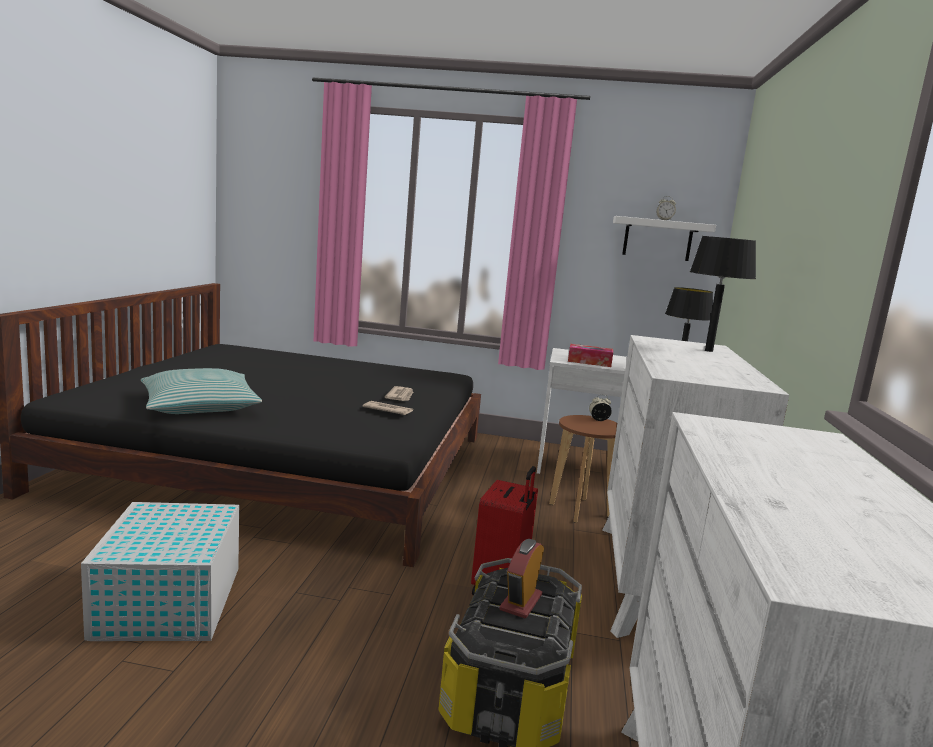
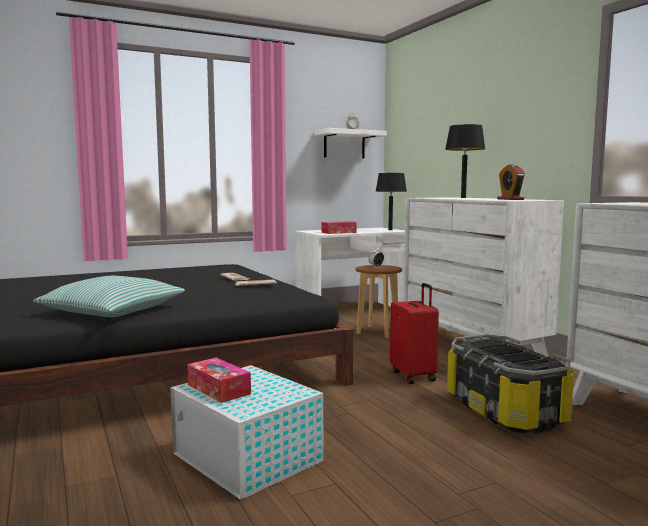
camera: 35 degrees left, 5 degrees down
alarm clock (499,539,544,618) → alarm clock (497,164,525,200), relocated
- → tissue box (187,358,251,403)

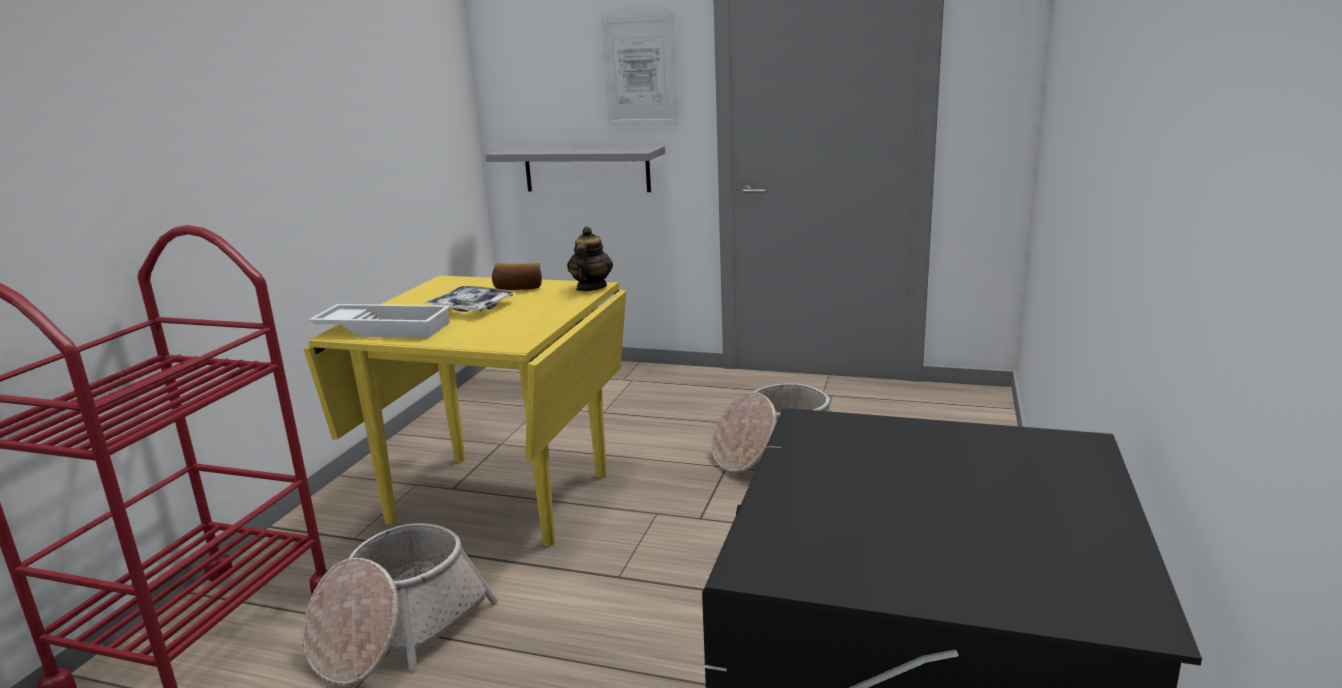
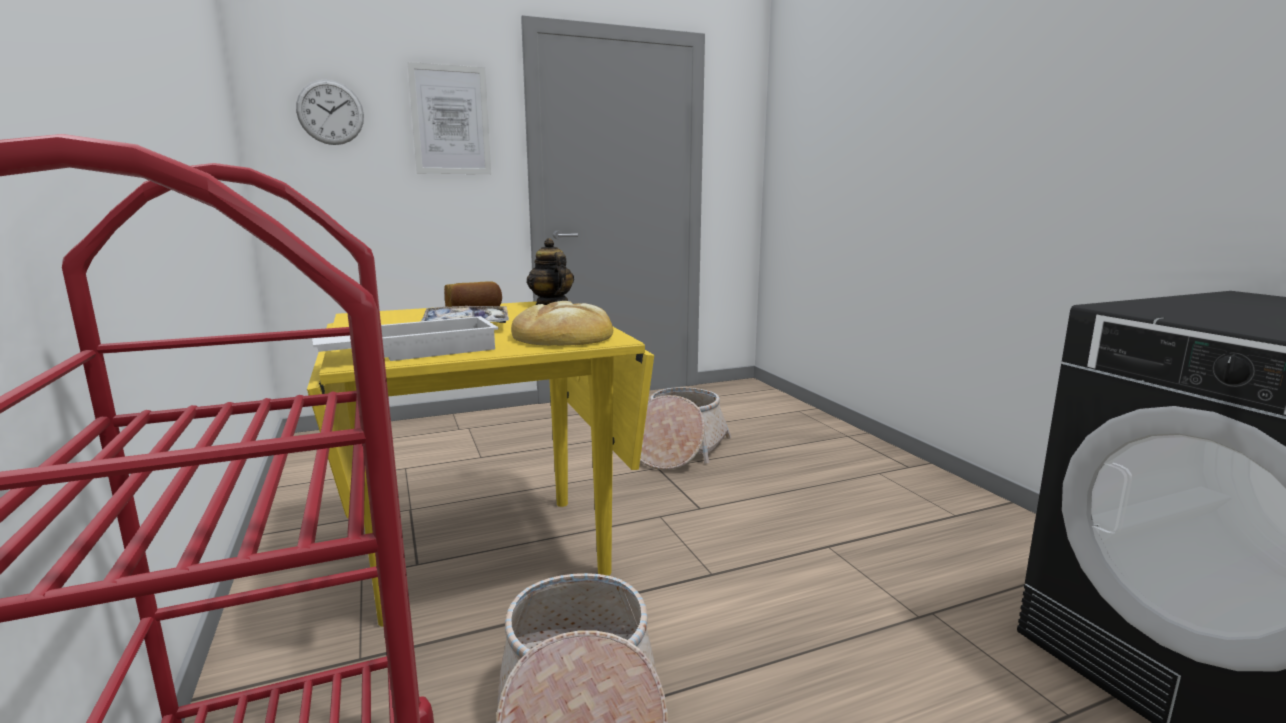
camera: 40 degrees left, 5 degrees down
shelf in grey (486,146,665,192) → -
- → wall clock (296,79,364,145)
- → bread (511,301,613,346)

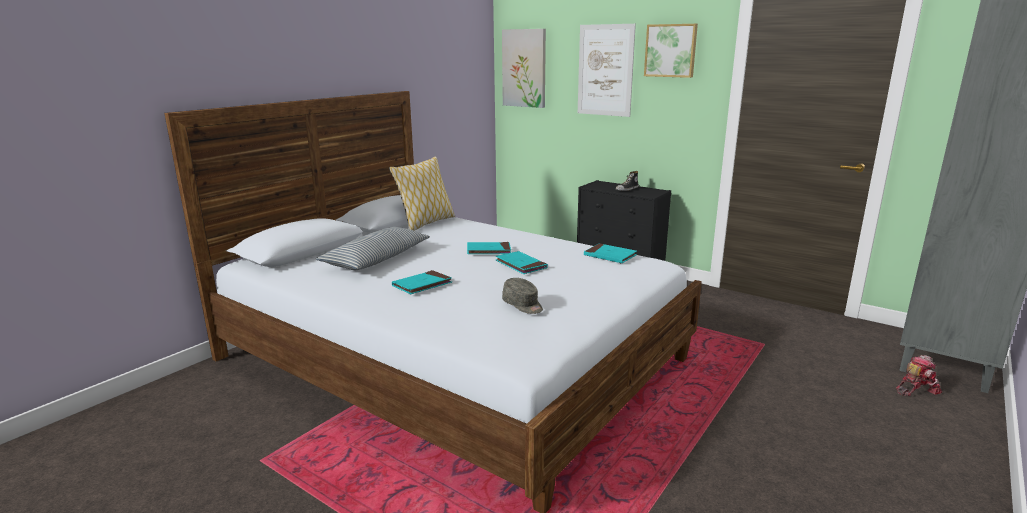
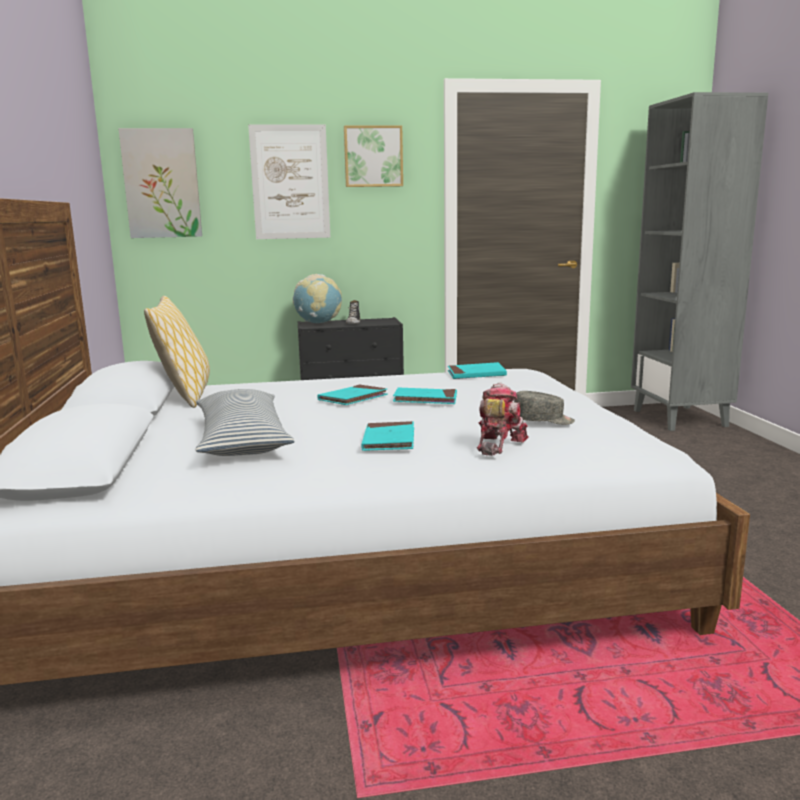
camera: 45 degrees left, 5 degrees down
toy robot (896,355,942,396) → toy robot (477,383,529,456), relocated
- → globe (293,274,342,323)

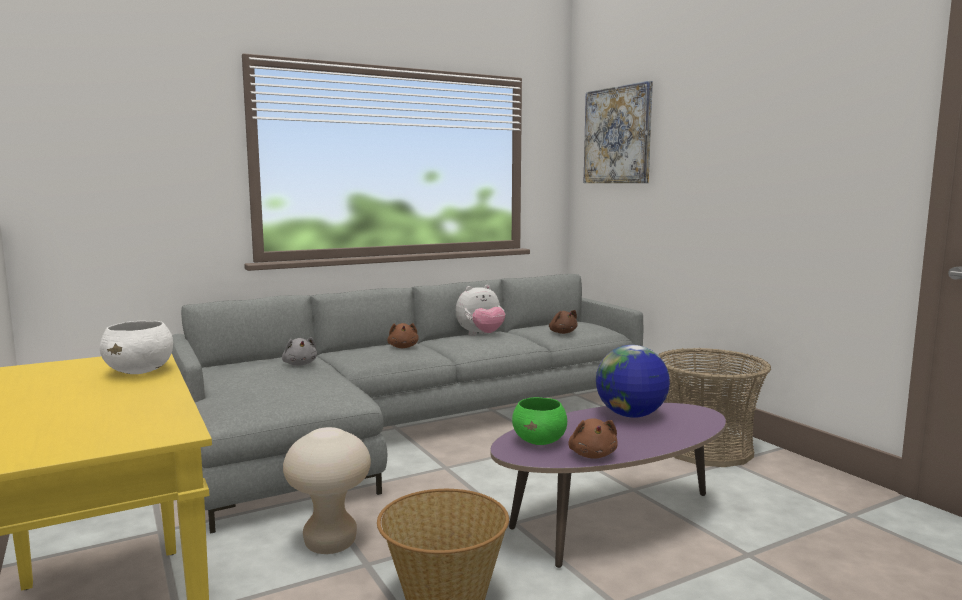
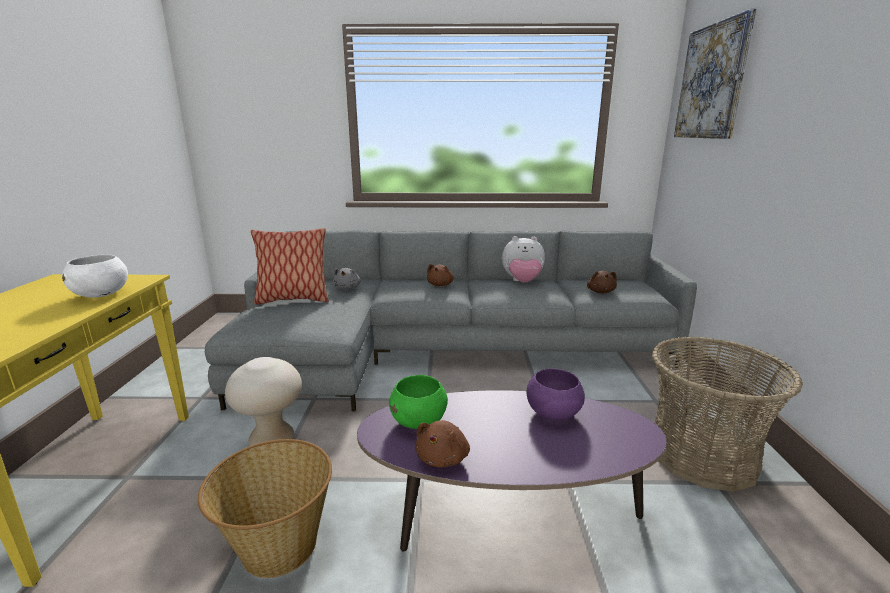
camera: 30 degrees right, 10 degrees up
globe (596,345,670,418) → bowl in purple (527,368,585,420)
- → pillow (251,228,329,304)

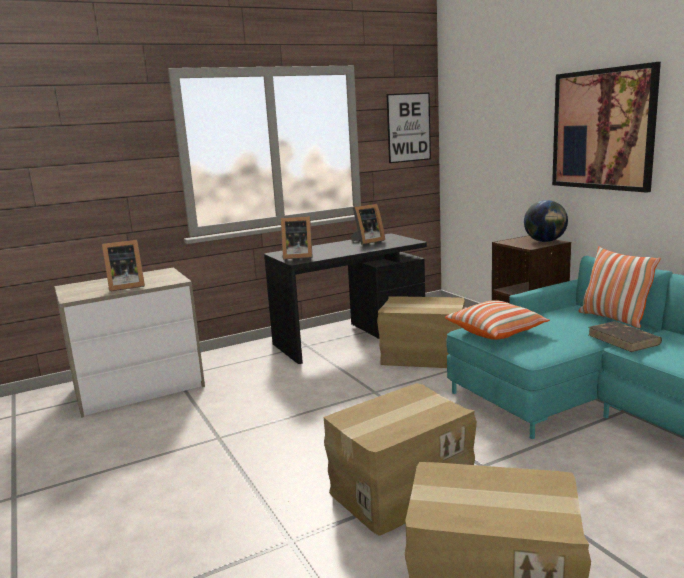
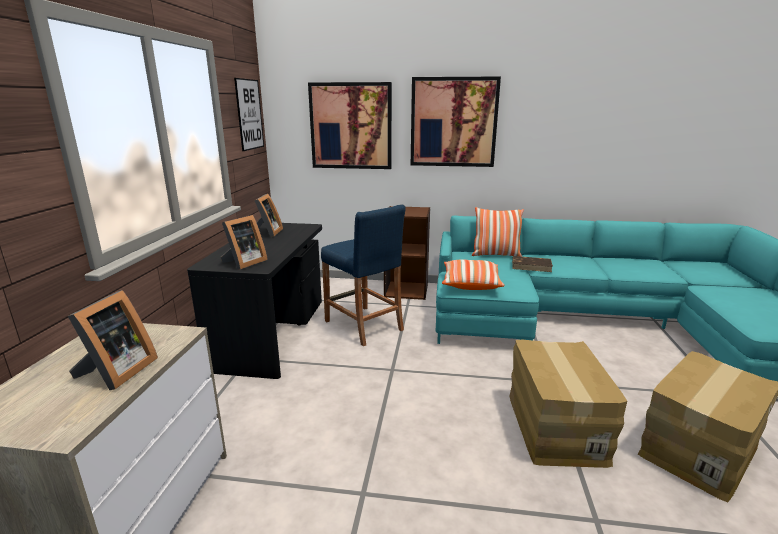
camera: 55 degrees left, 5 degrees up
globe (524,200,568,242) → -
cardboard box (377,296,465,368) → stool in blue (321,205,406,346)
- → picture (308,82,392,169)

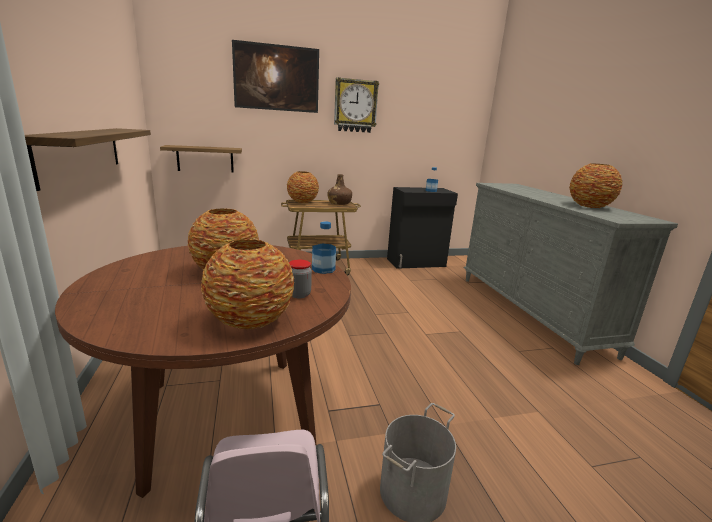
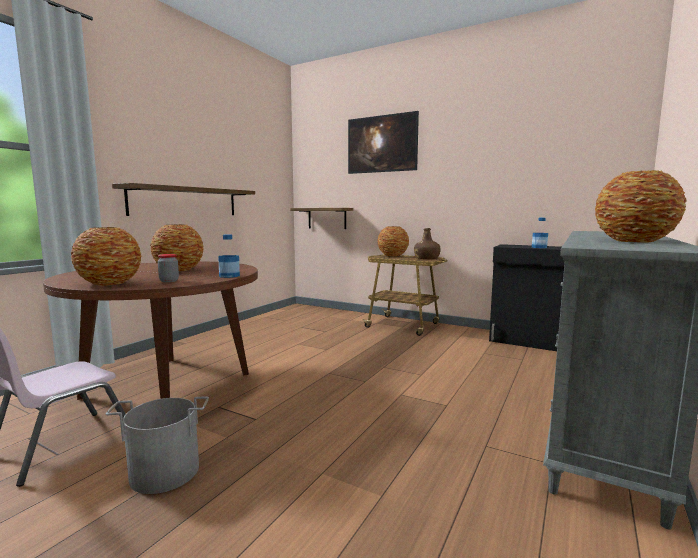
camera: 45 degrees right, 10 degrees down
wall clock (334,77,379,133) → -

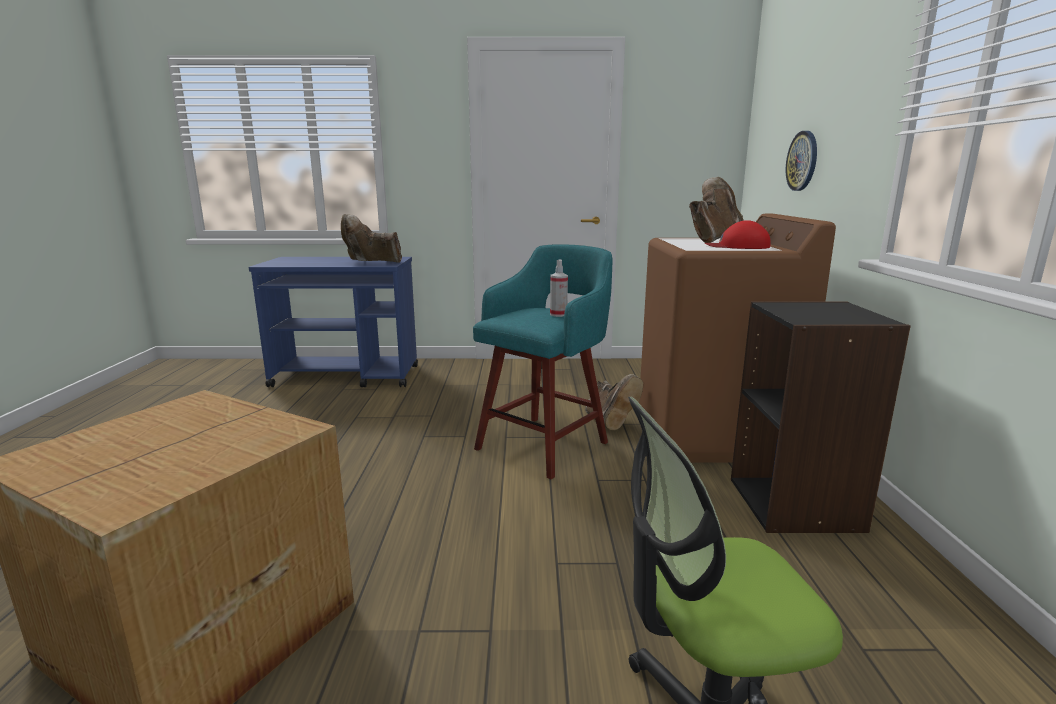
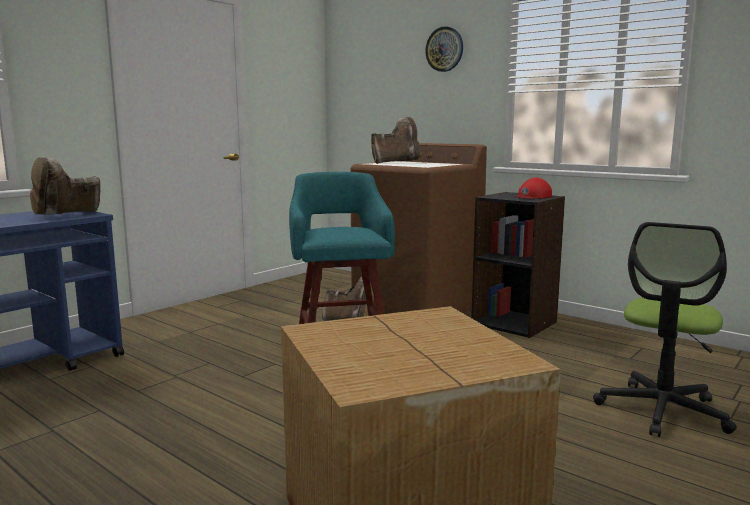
camera: 50 degrees left, 5 degrees down
wall clock (786,131,817,191) → wall clock (425,26,463,72), relocated
boot in brown (689,177,744,243) → boot in brown (371,117,420,164), 75 degrees clockwise
cap in red (705,220,771,249) → cap in red (514,177,552,199), relocated
spray bottle (550,260,568,317) → -

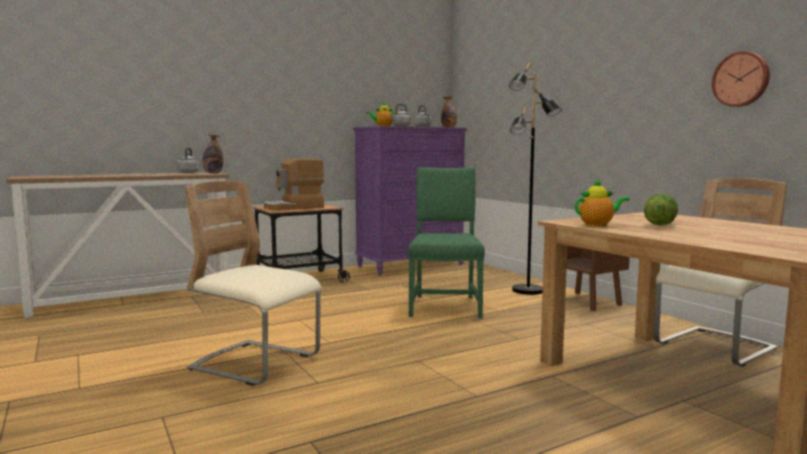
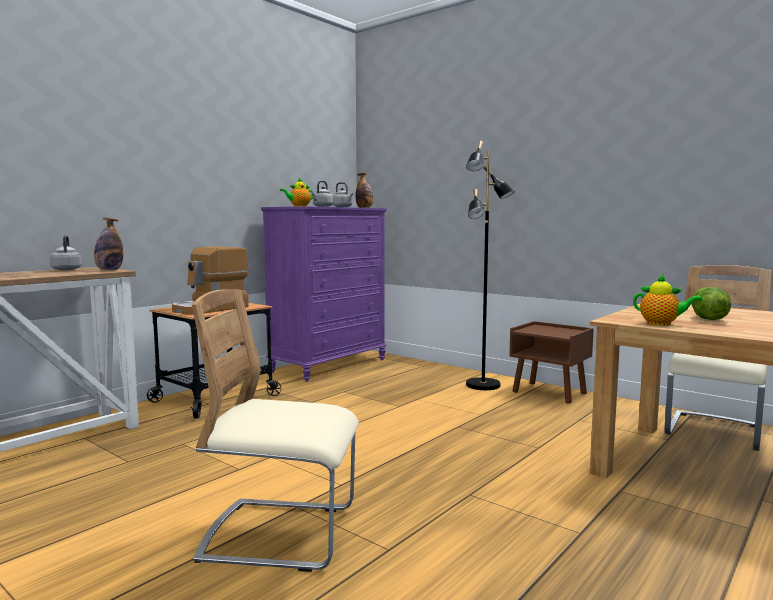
camera: 20 degrees left, 0 degrees up
wall clock (712,51,770,107) → -
chair in green (408,167,485,318) → -
teapot (575,179,629,227) → teapot (633,274,702,326), 60 degrees clockwise

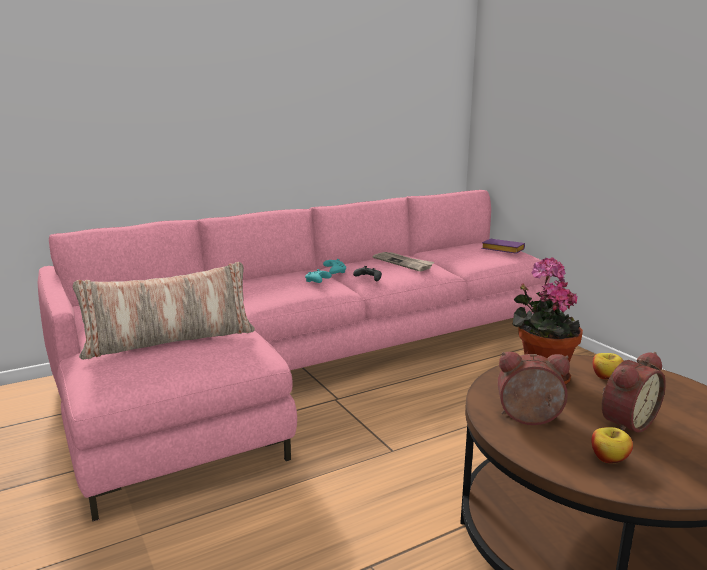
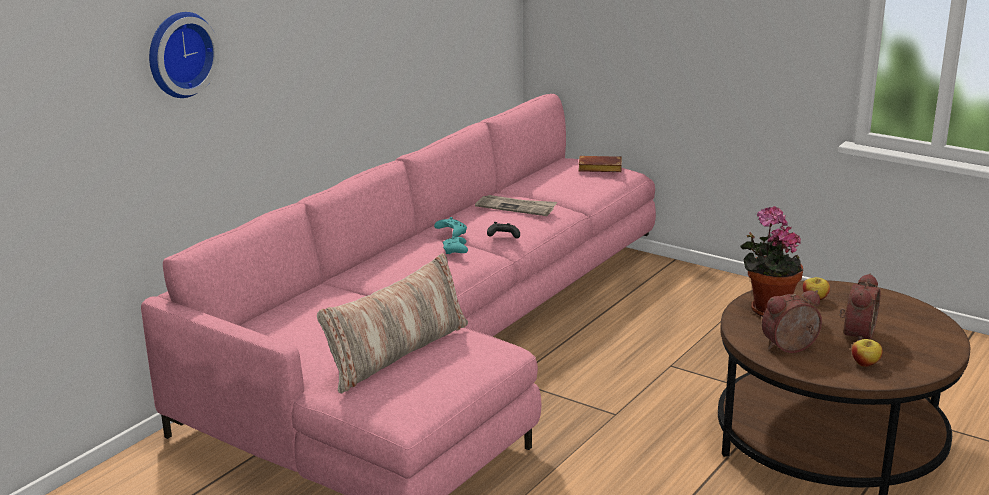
camera: 25 degrees left, 5 degrees up
book in purple (481,239,525,254) → book in brown (578,156,622,172)
- → wall clock (149,12,219,98)

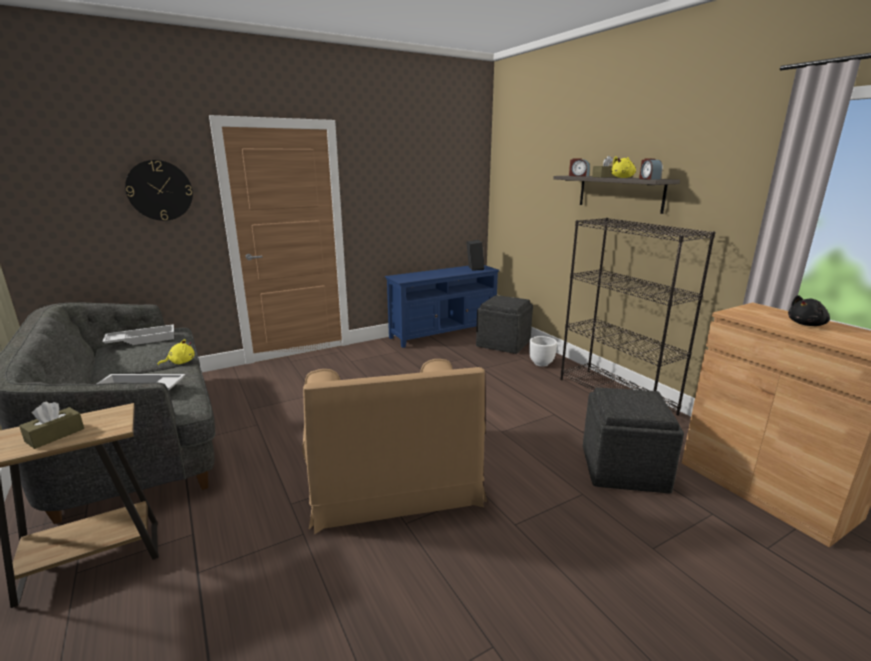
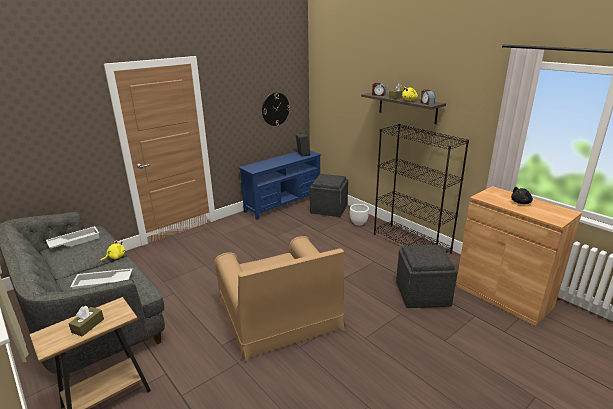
camera: 10 degrees left, 5 degrees up
wall clock (125,160,193,221) → wall clock (262,92,290,126), relocated

